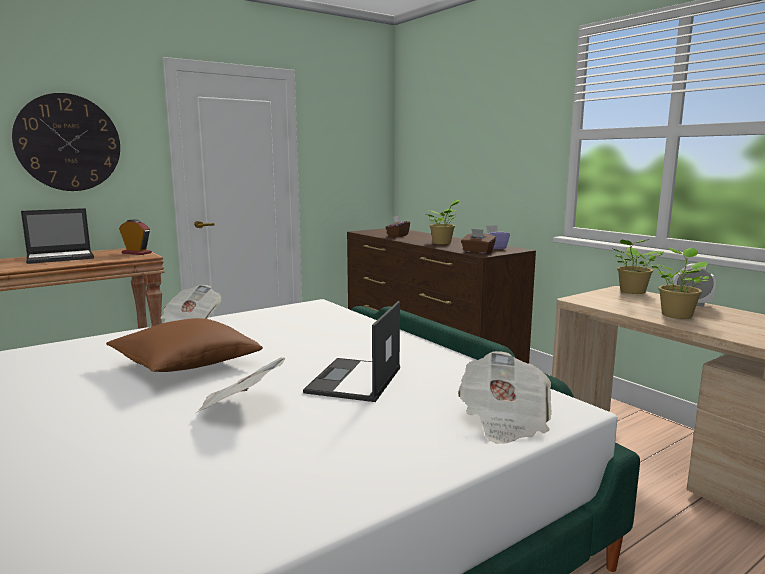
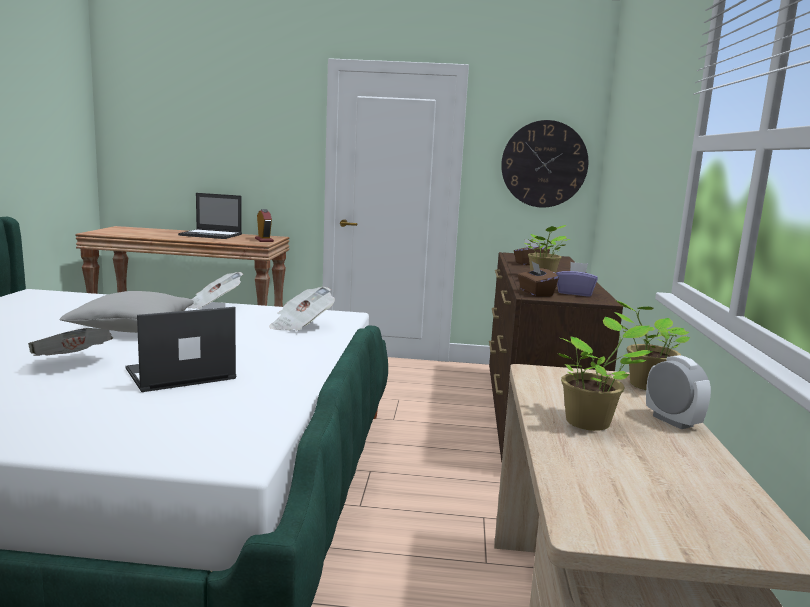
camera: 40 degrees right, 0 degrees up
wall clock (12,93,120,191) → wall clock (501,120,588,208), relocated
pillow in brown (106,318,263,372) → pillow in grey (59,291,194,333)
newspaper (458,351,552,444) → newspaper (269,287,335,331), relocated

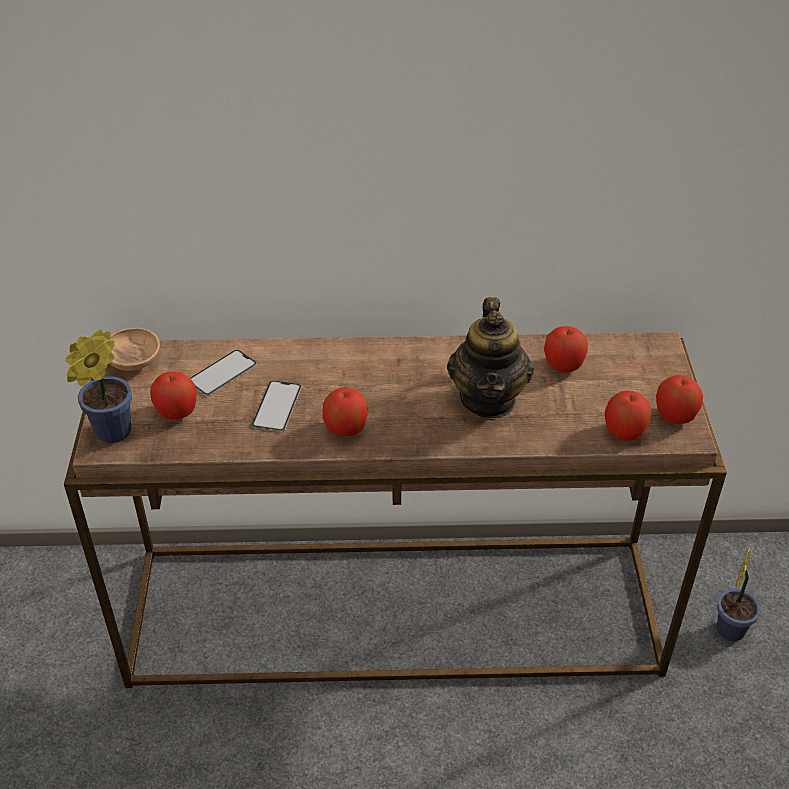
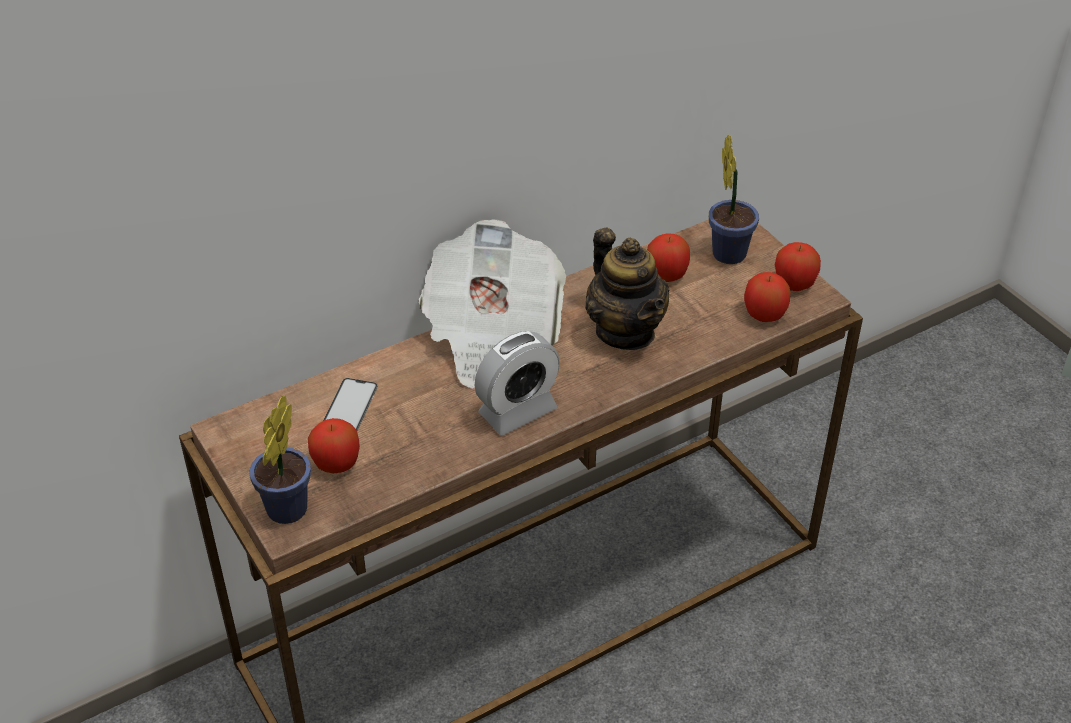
camera: 30 degrees left, 0 degrees up
bowl in brown (109,328,160,371) → -
phone (252,381,301,432) → -
apple (323,388,368,436) → alarm clock (474,331,560,435)
potted plant (717,548,761,641) → potted plant (709,135,759,264), relocated
- → newspaper (419,219,566,389)

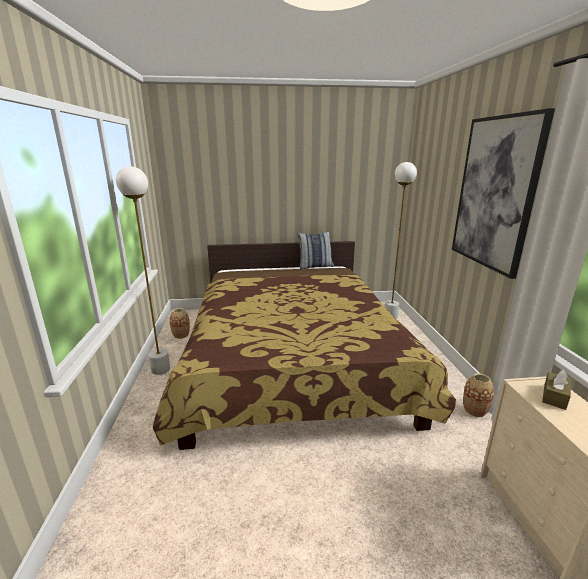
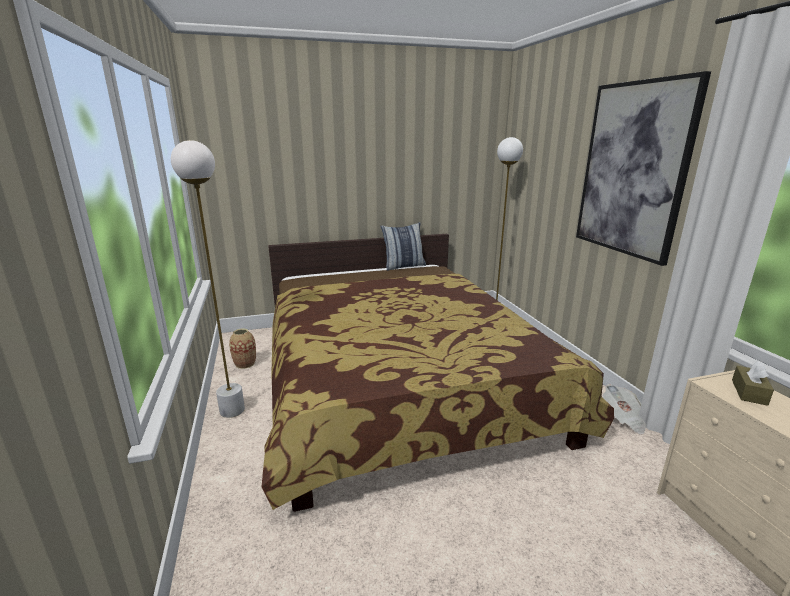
camera: 10 degrees left, 0 degrees up
vase (463,373,494,417) → newspaper (602,384,646,435)

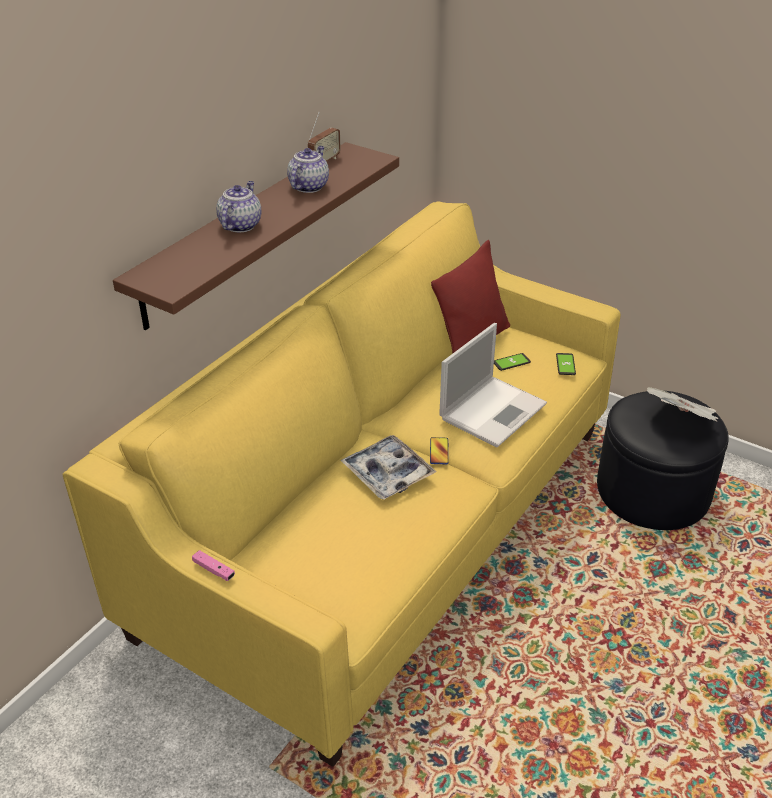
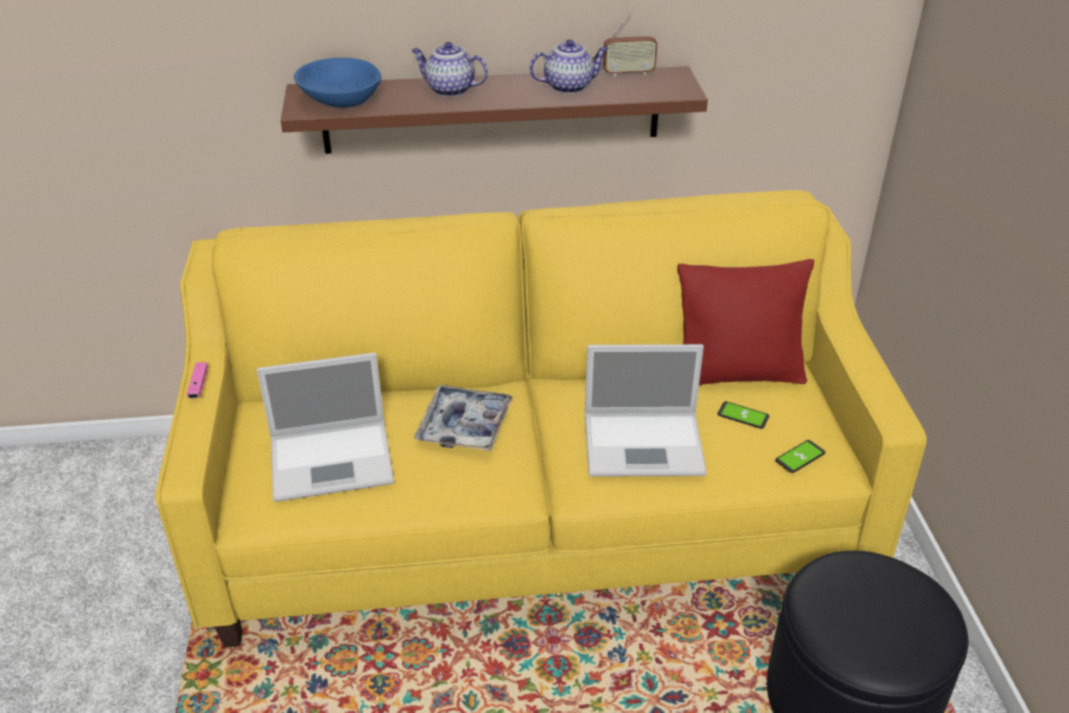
camera: 50 degrees right, 0 degrees up
teapot (216,181,261,232) → teapot (411,42,488,97), 135 degrees counterclockwise
newspaper (647,387,719,422) → -
phone (430,437,448,465) → -
- → bowl in blue (294,58,381,108)
- → laptop (257,352,394,502)

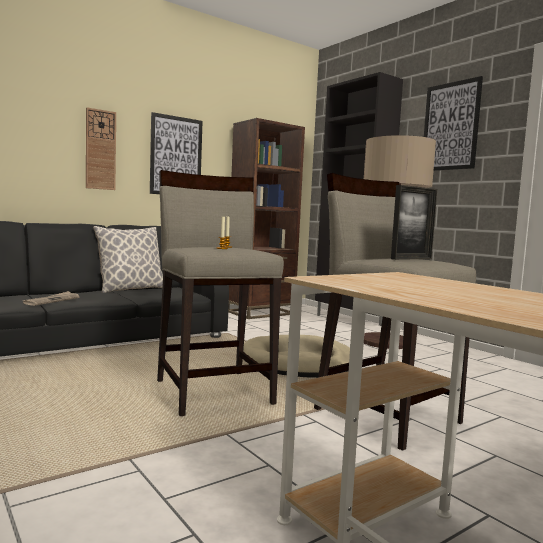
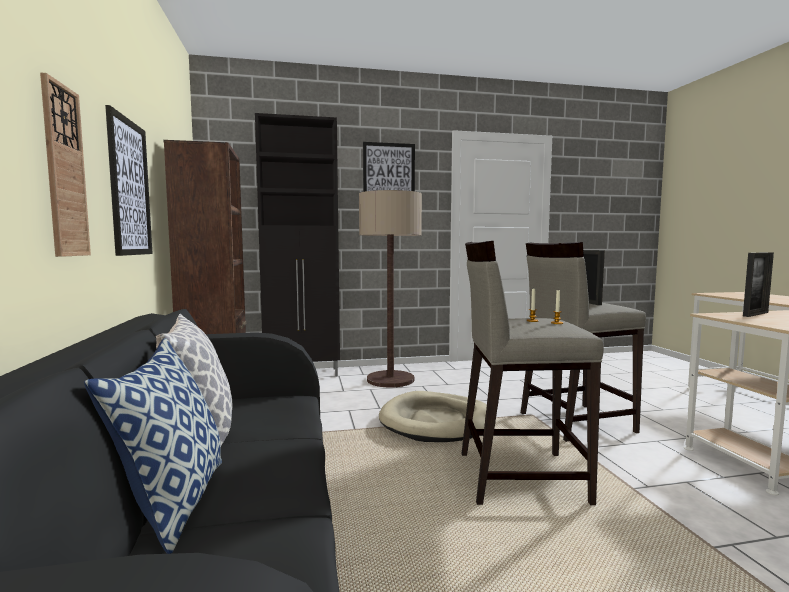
camera: 65 degrees left, 0 degrees up
newspaper (23,291,80,306) → -
- → picture frame (743,252,774,317)
- → pillow (84,338,222,554)

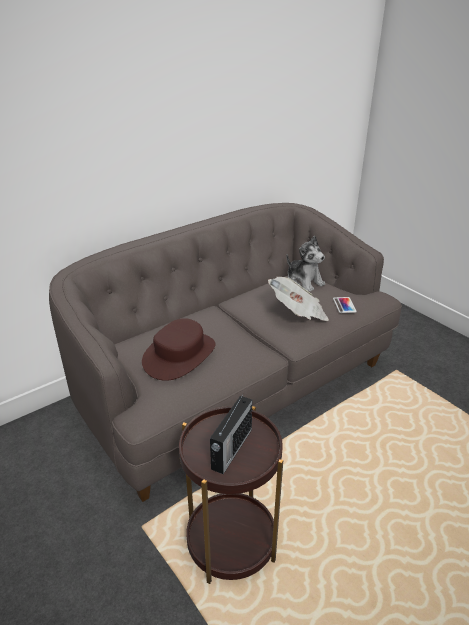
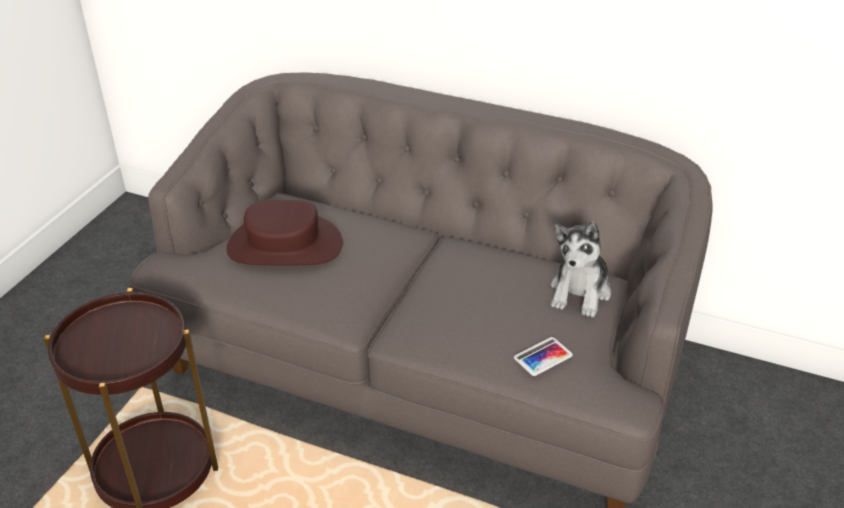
camera: 60 degrees right, 5 degrees up
newspaper (268,277,329,321) → -
radio (210,396,252,474) → -

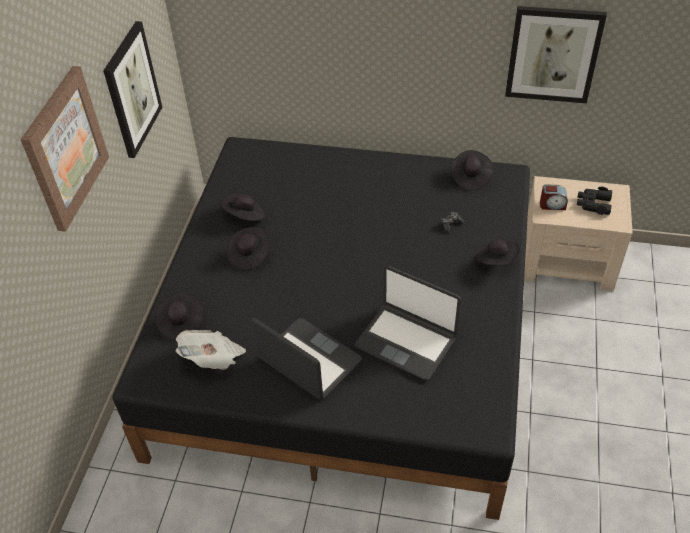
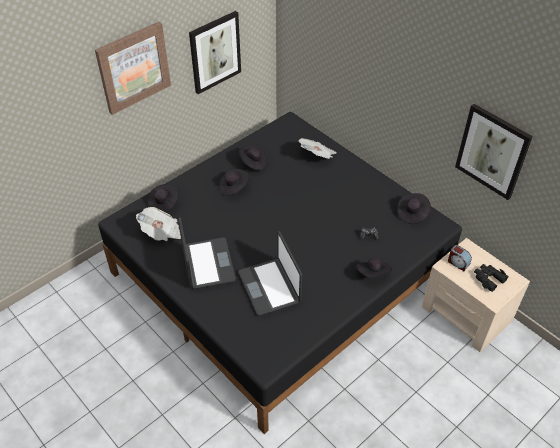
camera: 35 degrees right, 0 degrees up
- → newspaper (299,138,337,159)

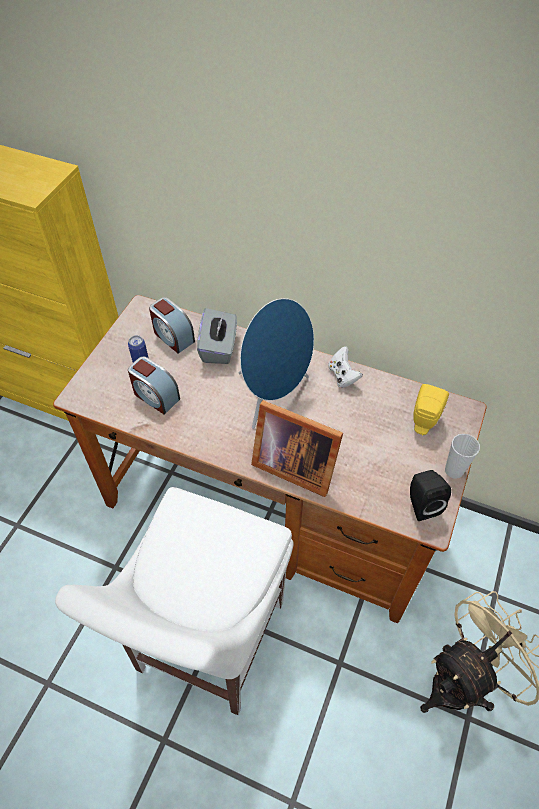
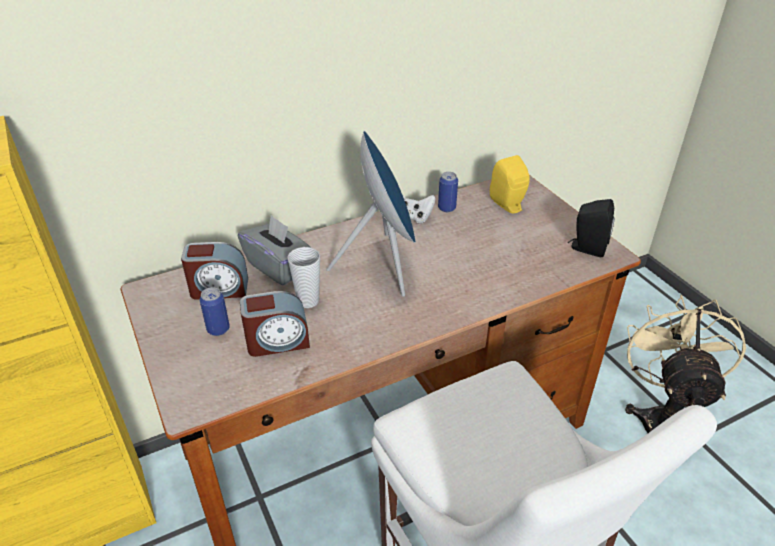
camera: 50 degrees left, 15 degrees down
picture frame (251,400,343,497) → -
cup (445,434,480,479) → cup (287,247,320,308), relocated
- → can (438,172,458,212)

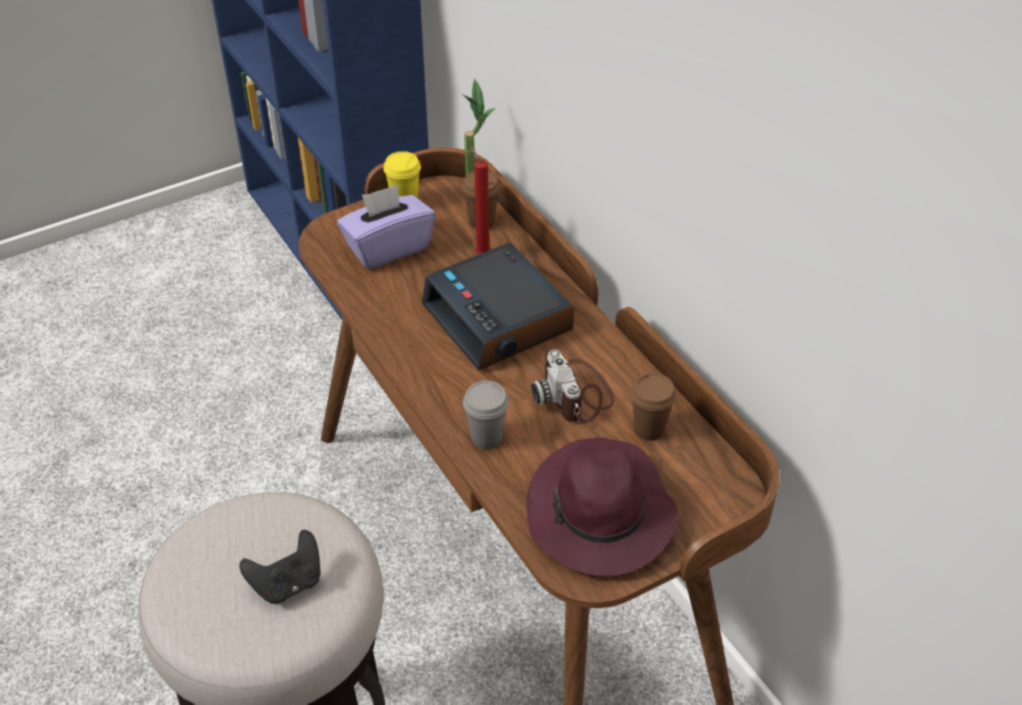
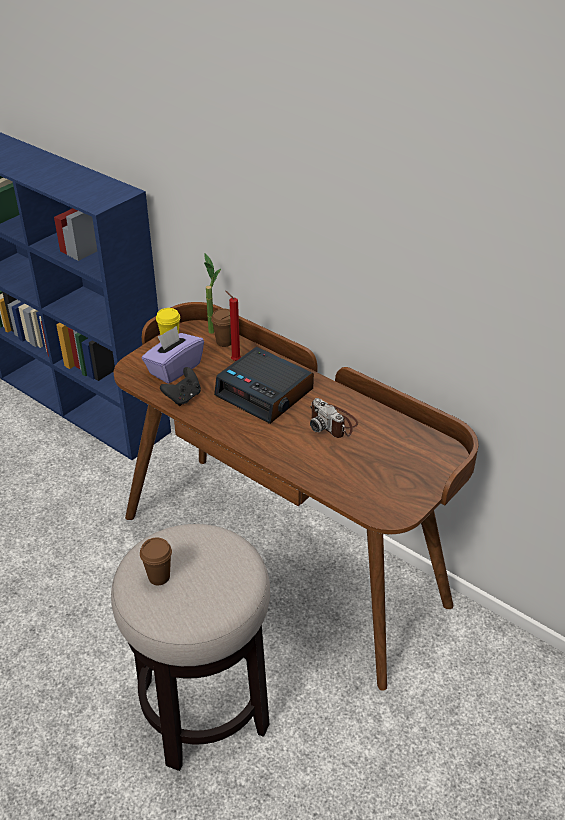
camera: 20 degrees left, 5 degrees down
cup in brown (630,373,676,441) → cup in brown (140,538,172,585), relocated
cup in grey (463,381,509,449) → -
hat in purple (526,437,678,576) → -
game controller in black (239,530,321,604) → game controller in black (160,367,201,406), relocated

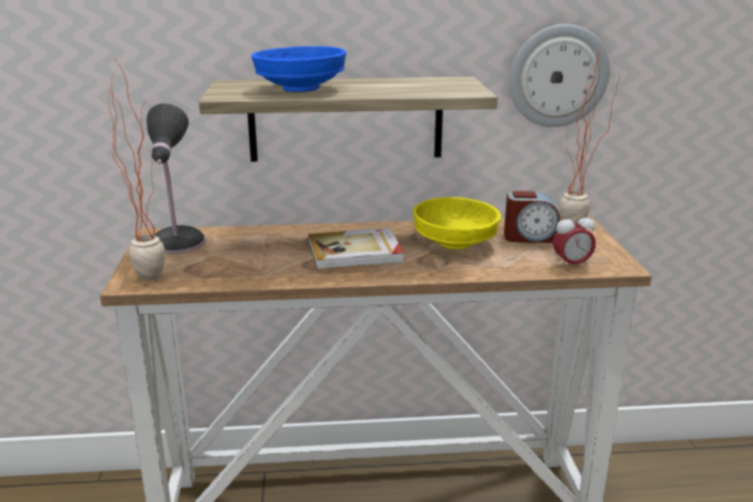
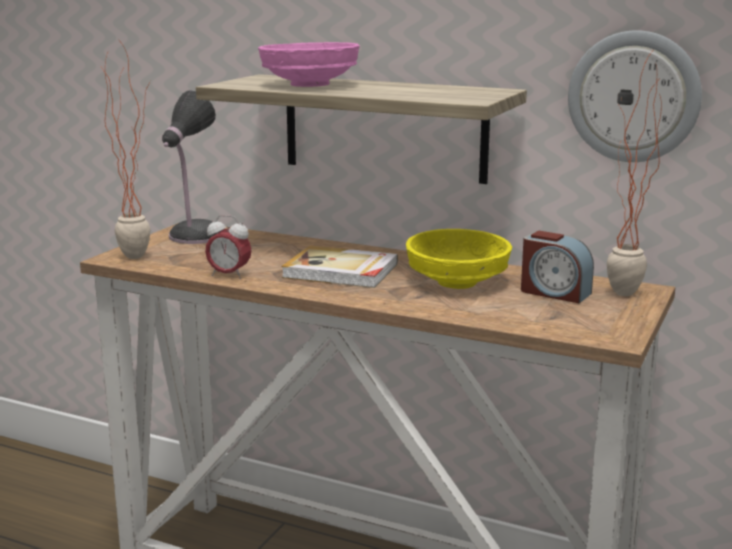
camera: 30 degrees right, 5 degrees down
bowl in blue (251,46,347,92) → bowl in pink (258,42,360,87)
alarm clock (553,212,596,269) → alarm clock (205,215,251,279), relocated

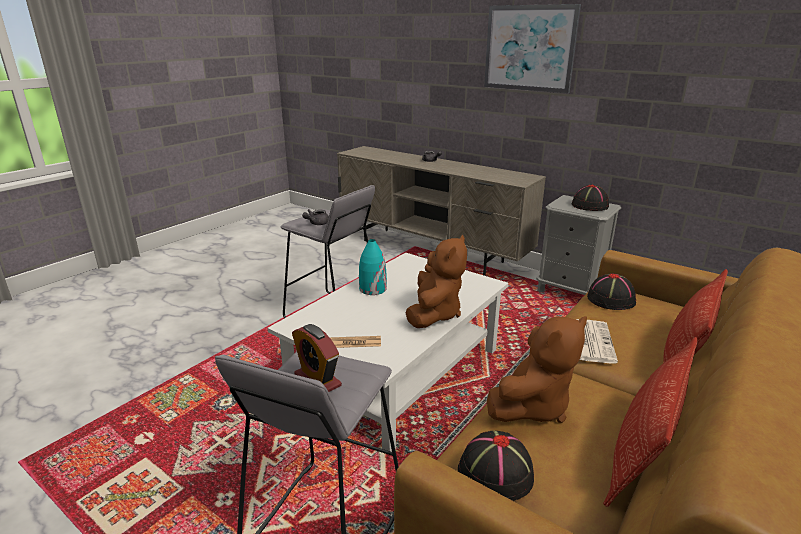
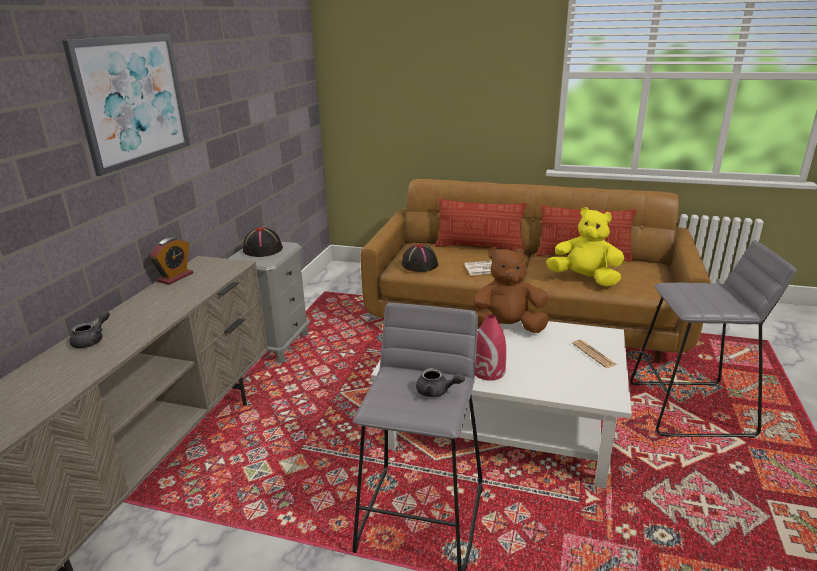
camera: 110 degrees left, 0 degrees up
vase in turquoise (359,239,387,295) → vase in red (475,314,506,381)
plush toy in brown (487,316,587,423) → plush toy in yellow (546,207,624,287)
alarm clock (292,324,342,392) → alarm clock (149,237,193,285), relocated
hat in black (458,431,535,501) → -

